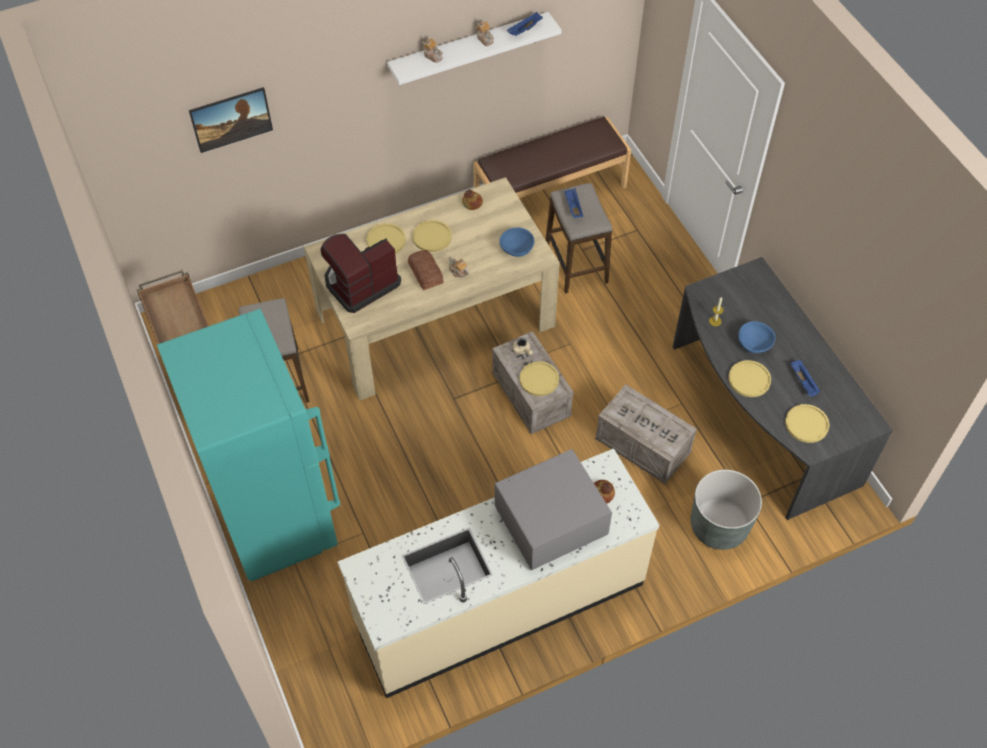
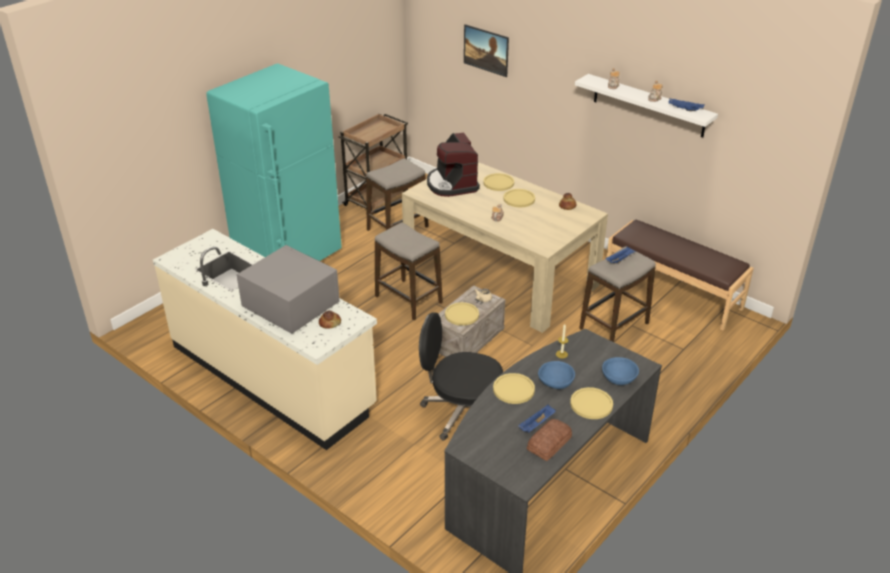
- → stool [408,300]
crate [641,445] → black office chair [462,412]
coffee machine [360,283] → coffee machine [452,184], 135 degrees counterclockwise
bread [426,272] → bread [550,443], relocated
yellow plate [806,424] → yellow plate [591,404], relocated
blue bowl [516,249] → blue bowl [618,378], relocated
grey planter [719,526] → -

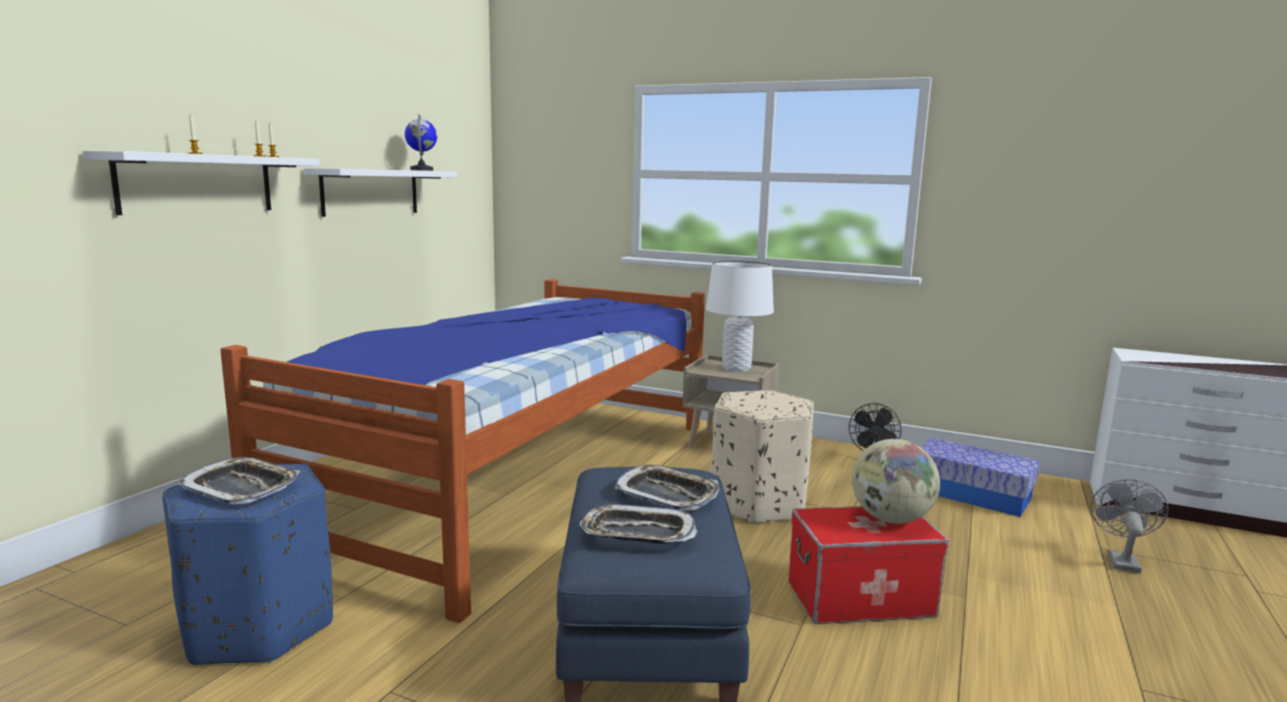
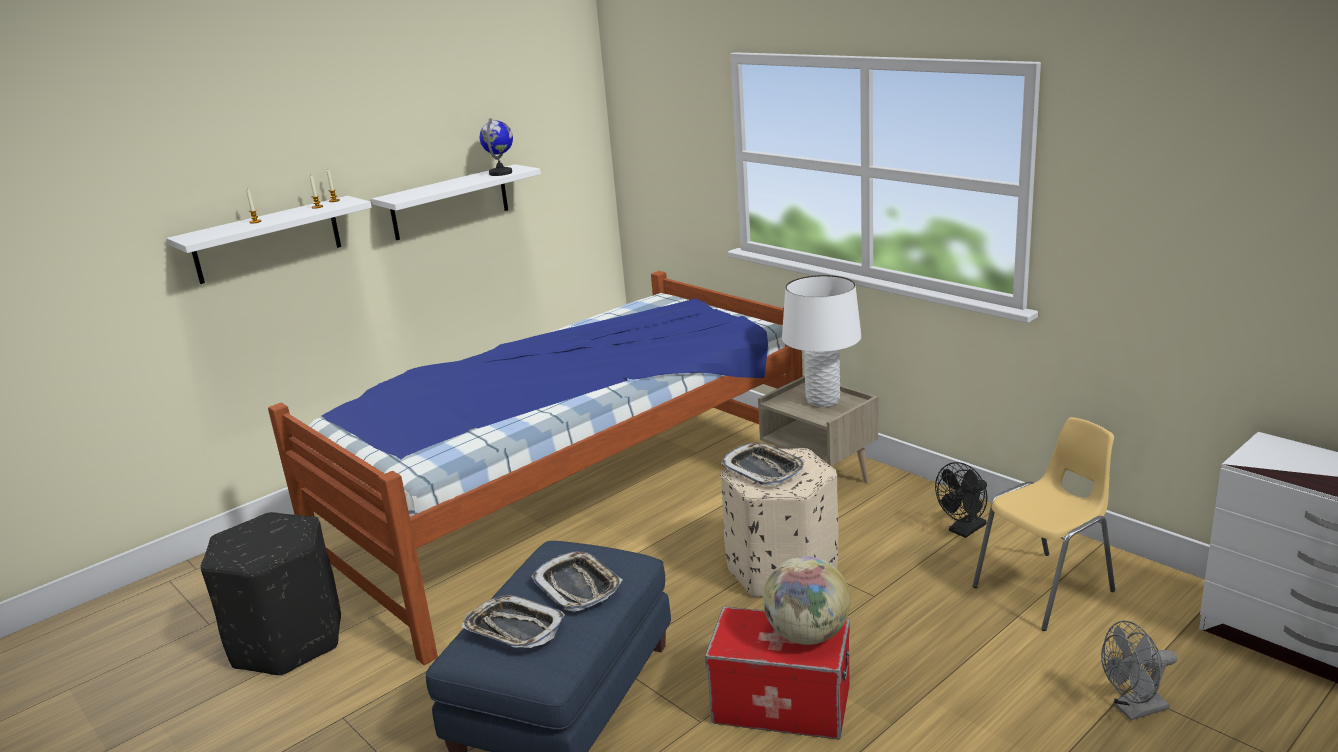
blue ottoman [259,626] → black ottoman [288,641]
tray [241,488] → tray [763,469], relocated
storage box [971,494] → yellow chair [1045,589]
grey fan [1120,560] → grey fan [1134,710], 150 degrees counterclockwise

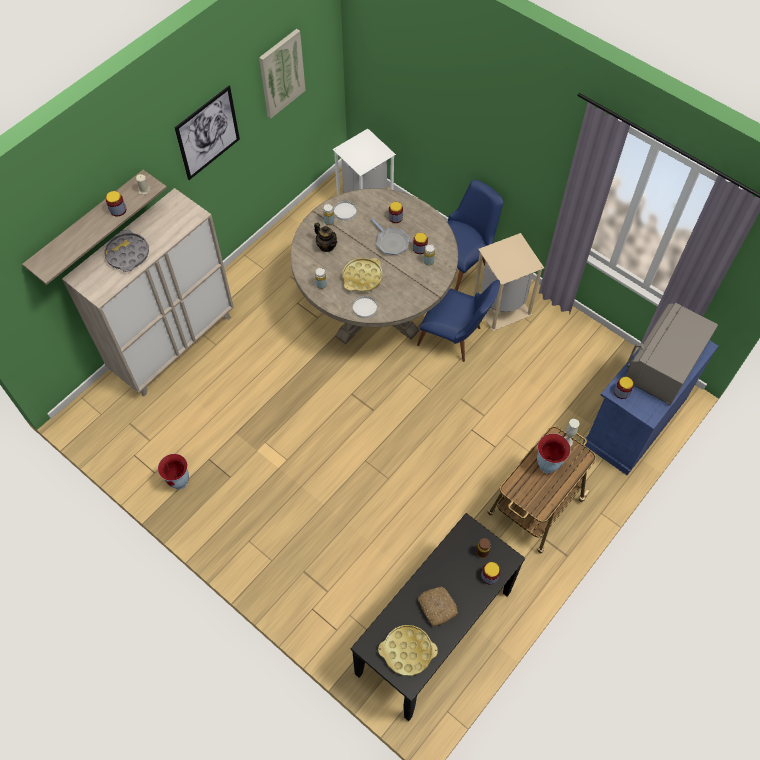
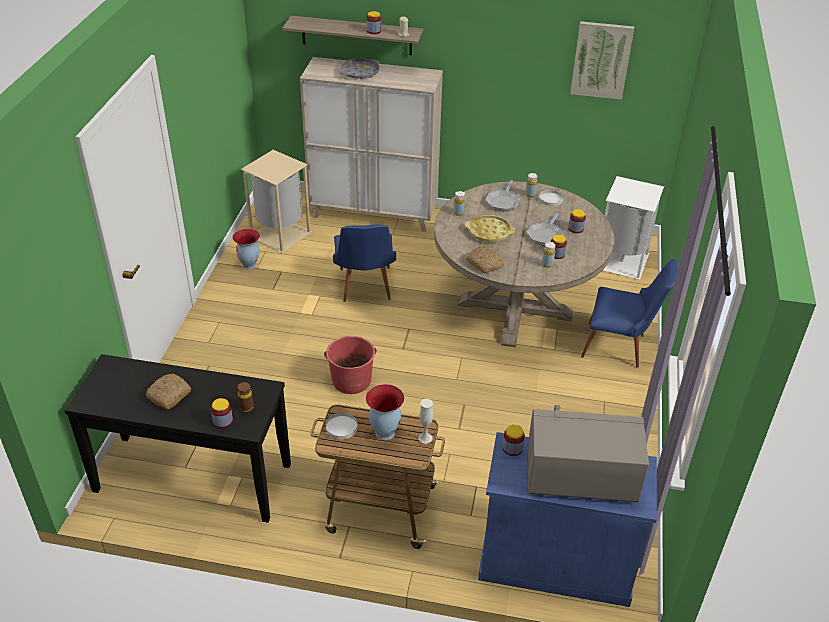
beige trash can [500,306] → beige trash can [280,233], relocated
- → red bucket [351,380]
white plate [364,308] → white plate [341,427], relocated
blue chair [455,339] → blue chair [365,288], relocated
- → bread [485,263]
teapot [326,246] → frying pan [503,202]
picture [208,133] → -
yellow tray [407,651] → -

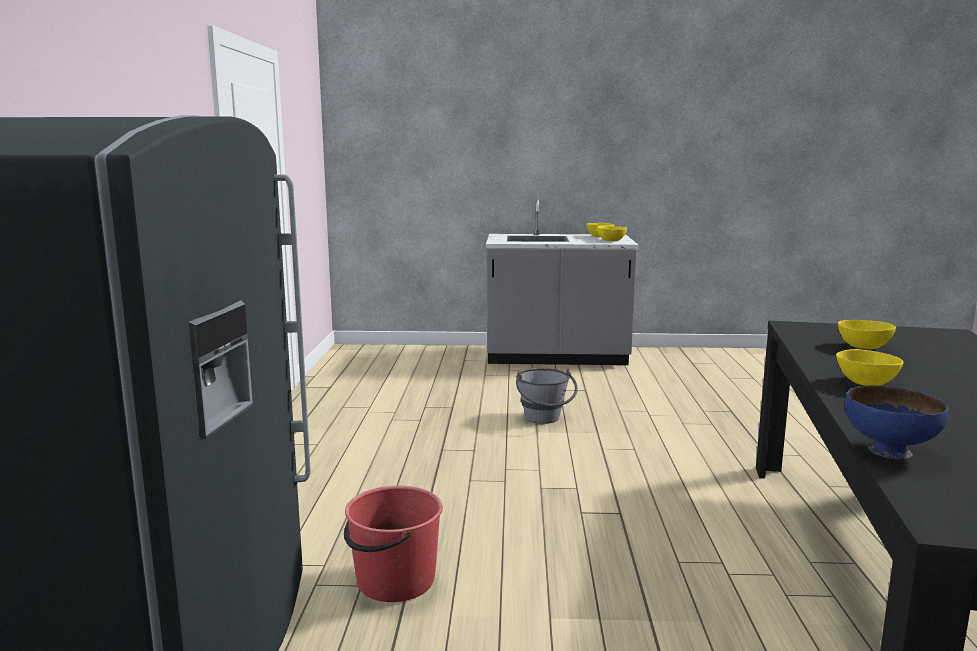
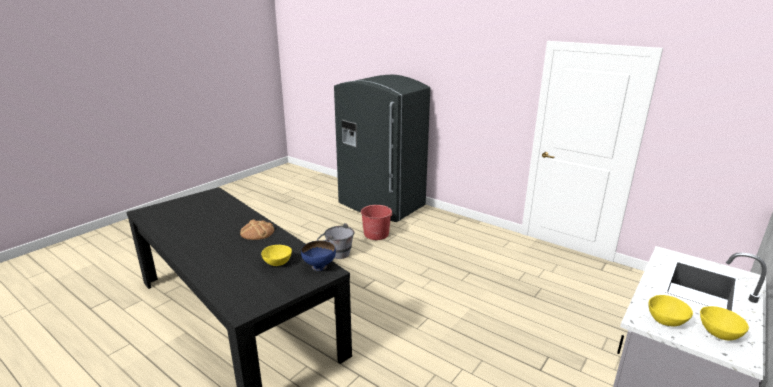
yellow bowl [866,384] → bread [257,232]
blue bowl [888,451] → blue bowl [319,266], relocated
grey bucket [544,420] → grey bucket [336,253], relocated

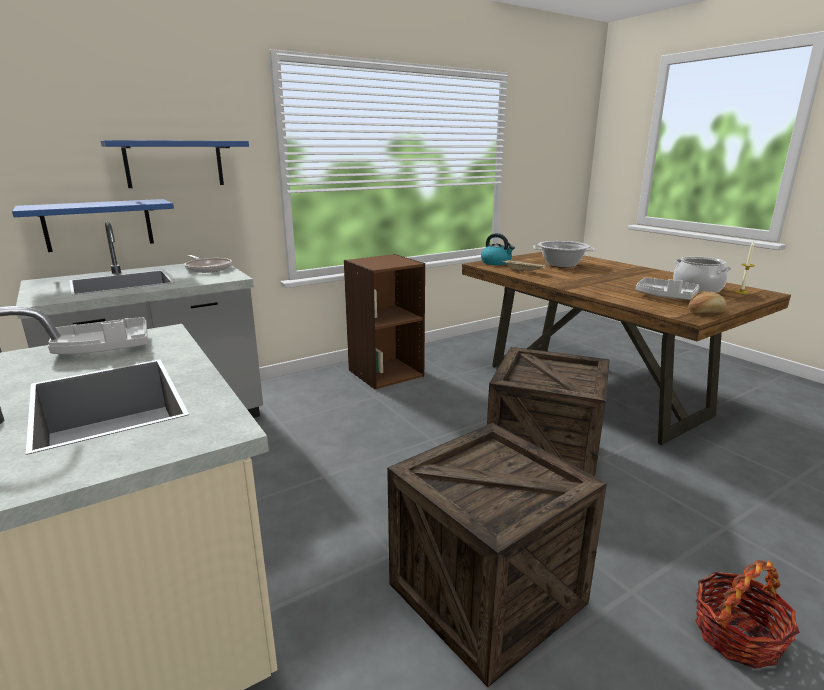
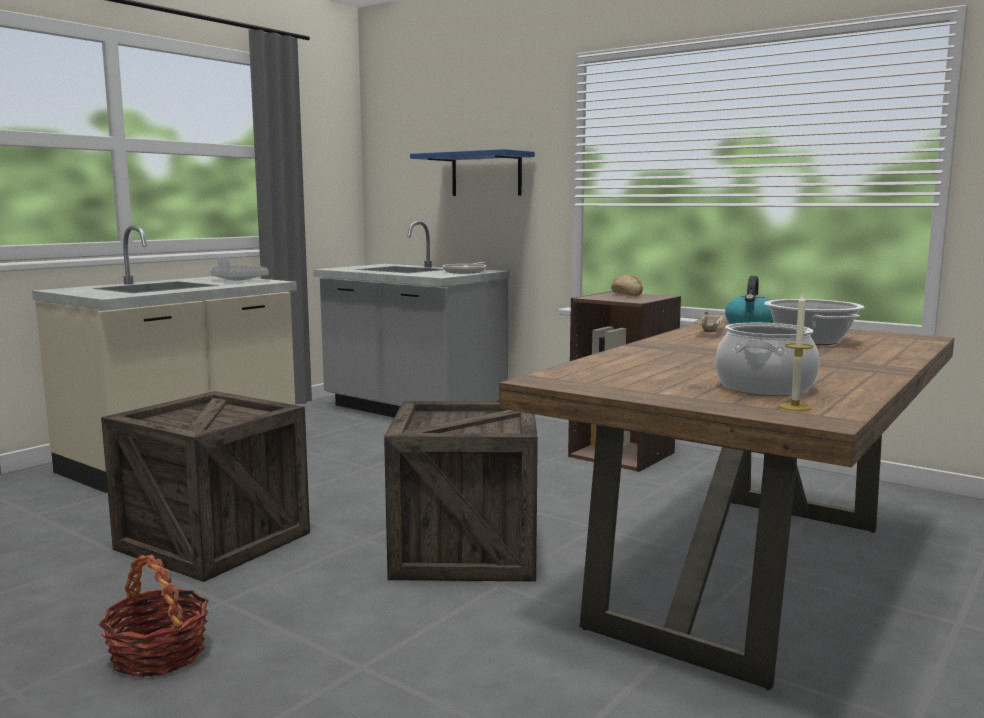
bread [705,312] → bread [627,295], relocated
blue shelf [98,225] → -
grey tray [665,296] → -

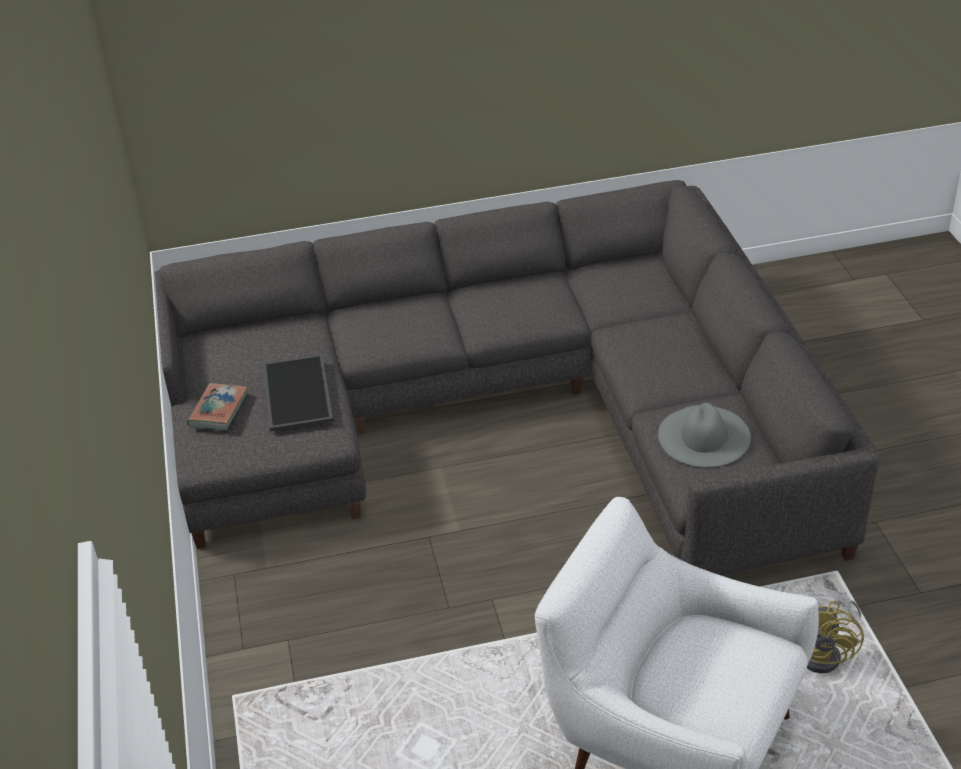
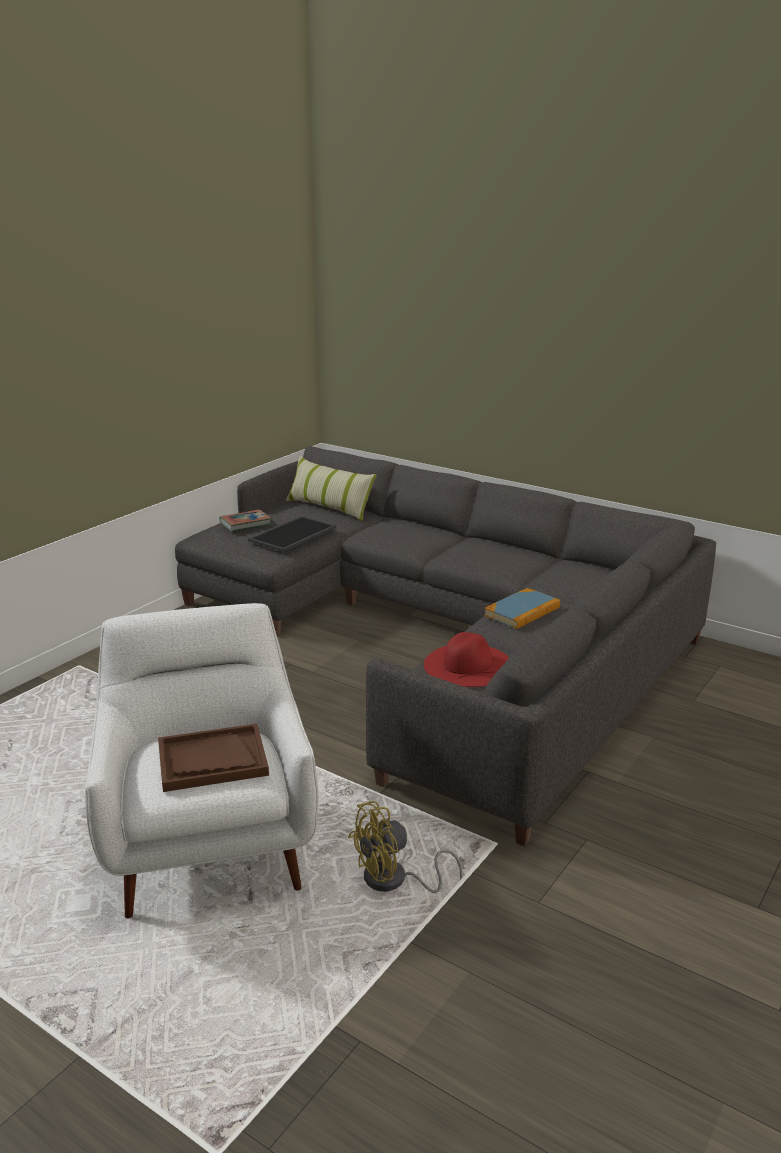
- → brown tray [212,760]
- → pillow [329,508]
grey hat [704,436] → red hat [468,665]
- → book [522,612]

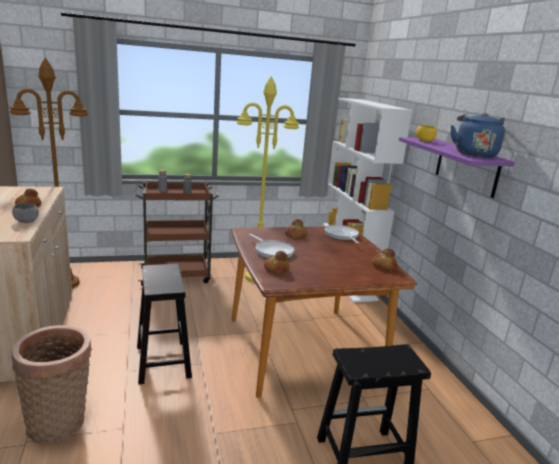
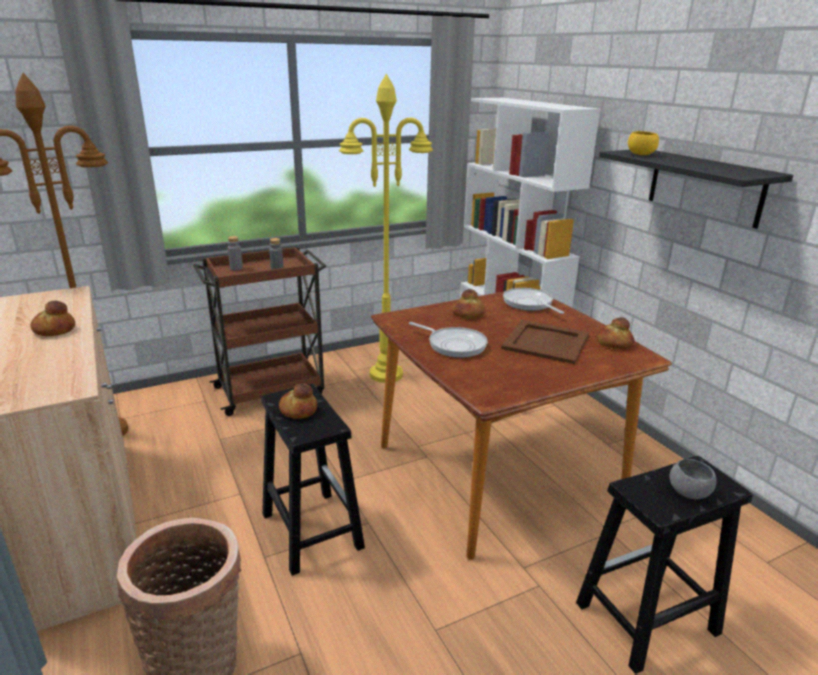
bread [276,269] → bread [298,410], relocated
- → brown tray [546,342]
purple shelf [466,167] → black shelf [704,187]
grey bowl [26,221] → grey bowl [689,493], relocated
blue kettle [474,154] → -

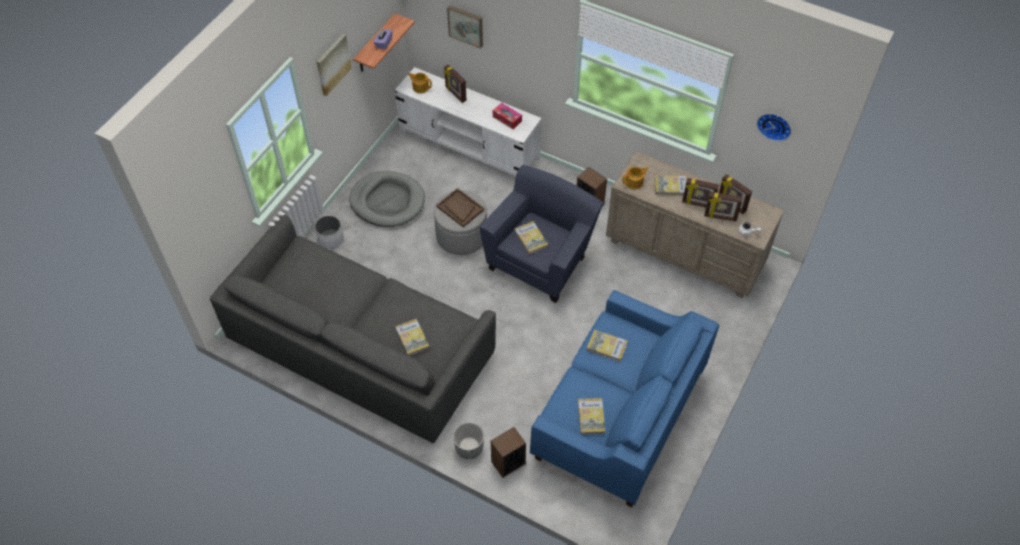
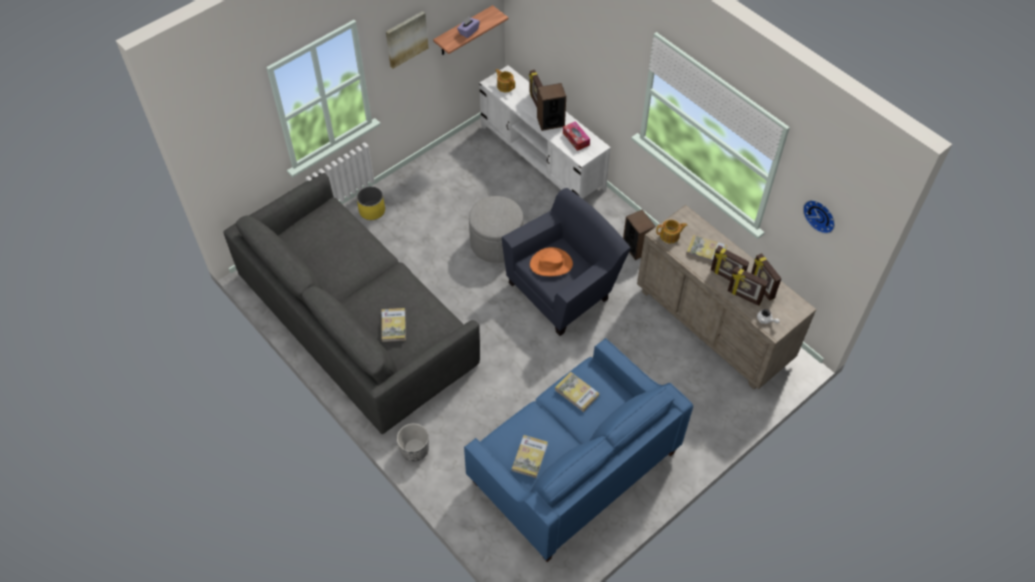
white planter [331,239] → yellow planter [372,210]
book [531,239] → orange hat [551,264]
speaker [508,462] → speaker [550,122], relocated
grey dog bed [387,201] → -
brown tray [460,208] → -
picture [466,25] → -

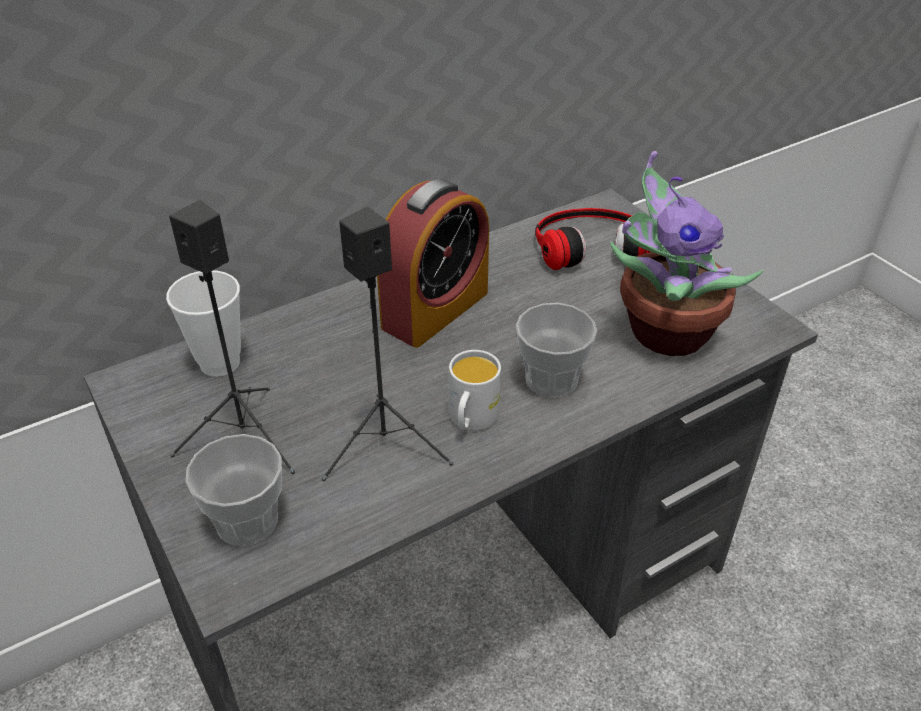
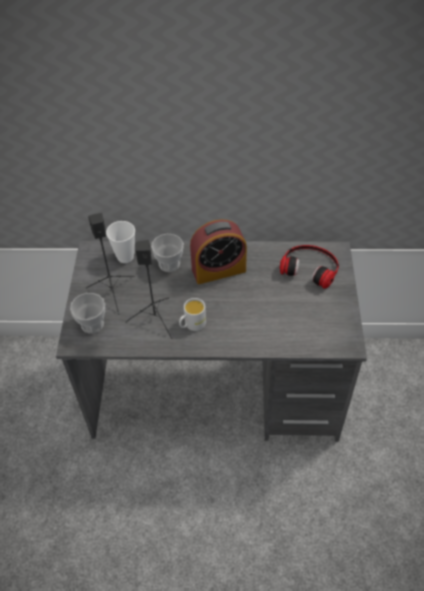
cup [551,379] → cup [169,264], relocated
potted plant [663,332] → -

